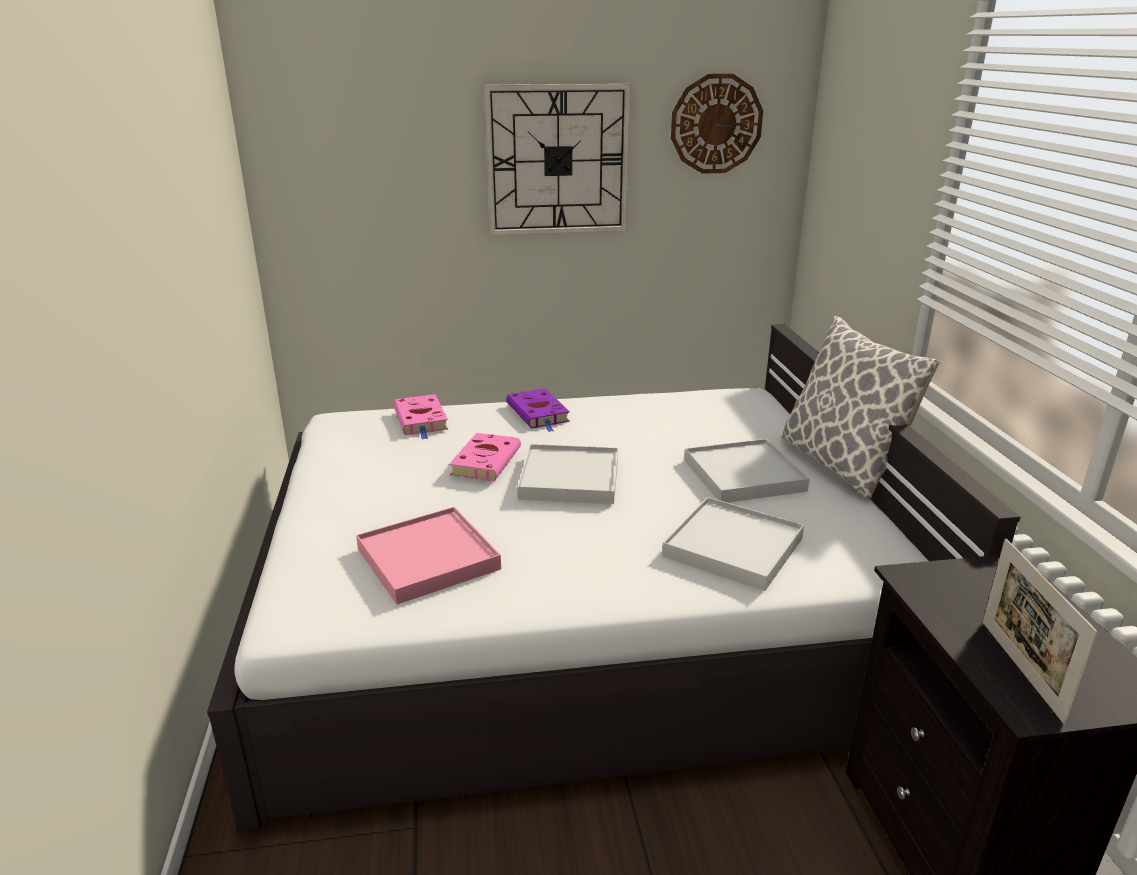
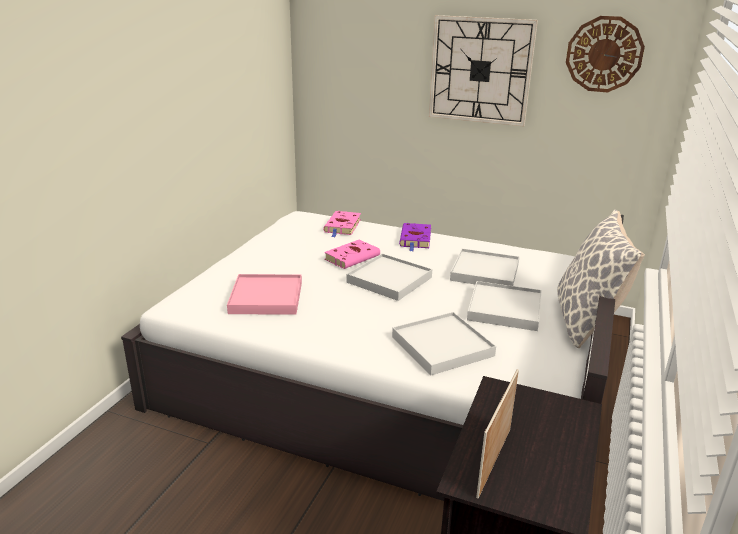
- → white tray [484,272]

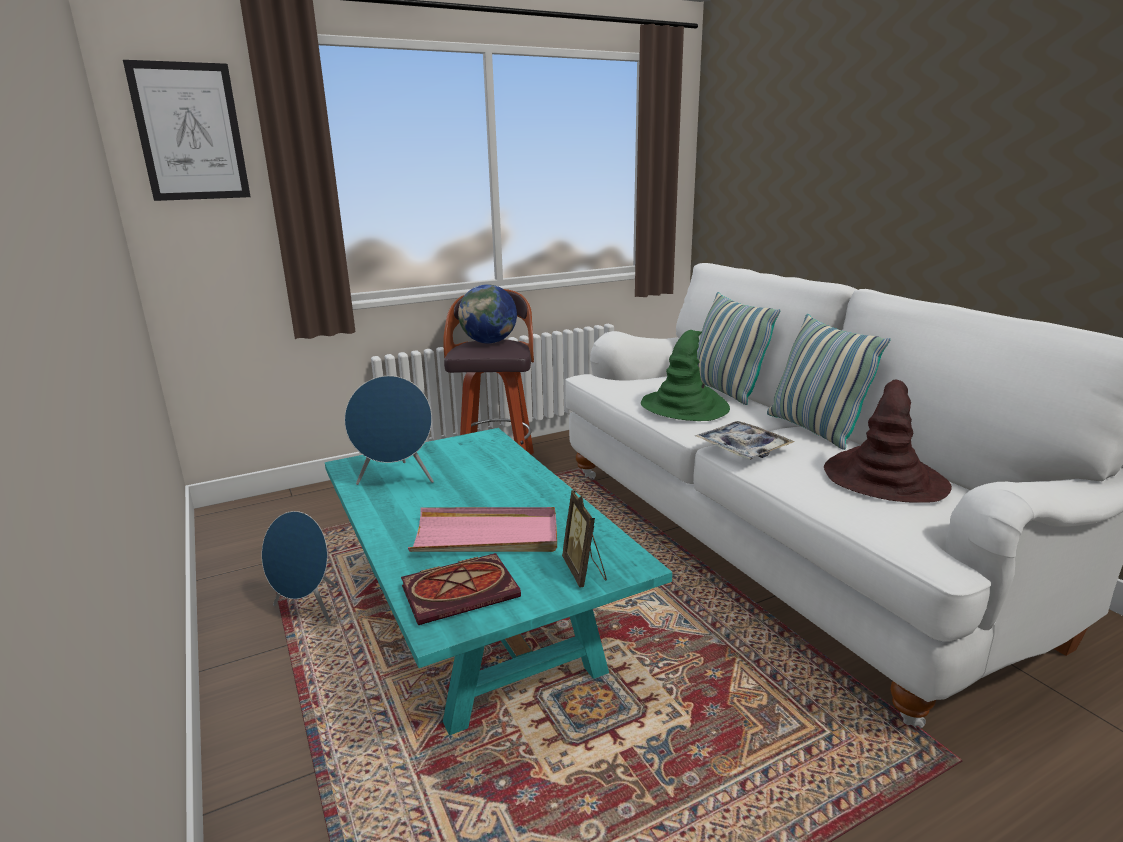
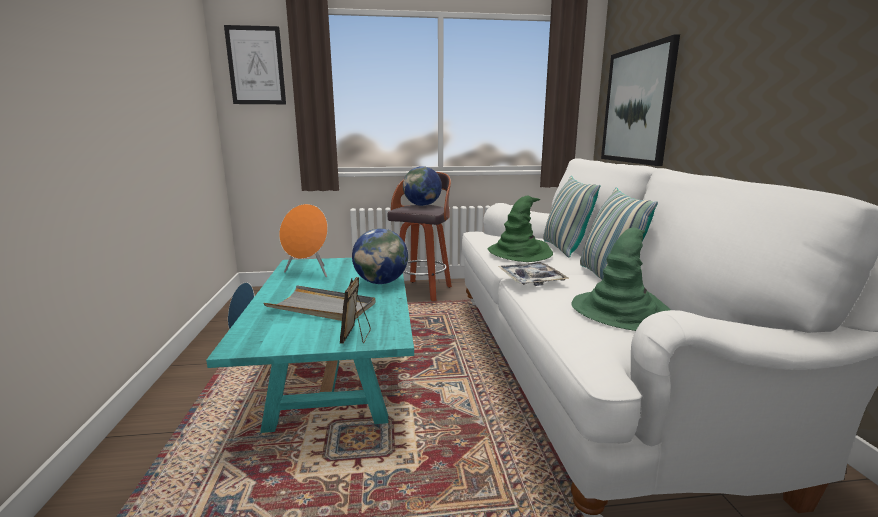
pink tray [486,536] → grey tray [322,307]
blue speaker [397,480] → orange speaker [308,273]
- → globe [381,282]
brown hat [884,479] → green hat [622,312]
- → picture [637,106]
book [462,590] → -

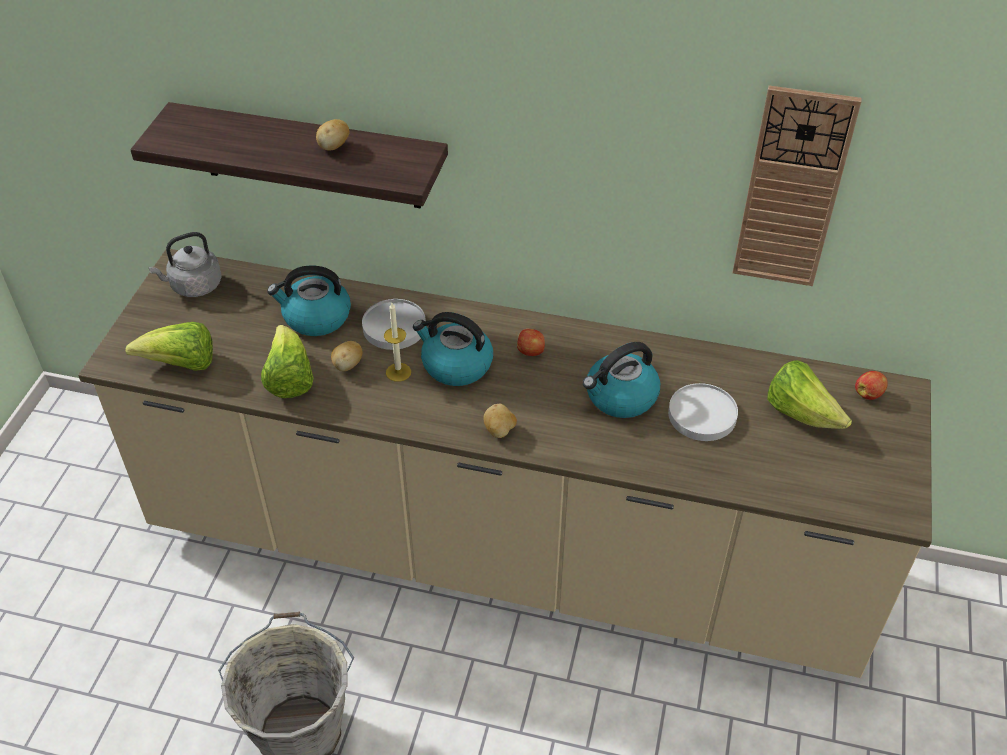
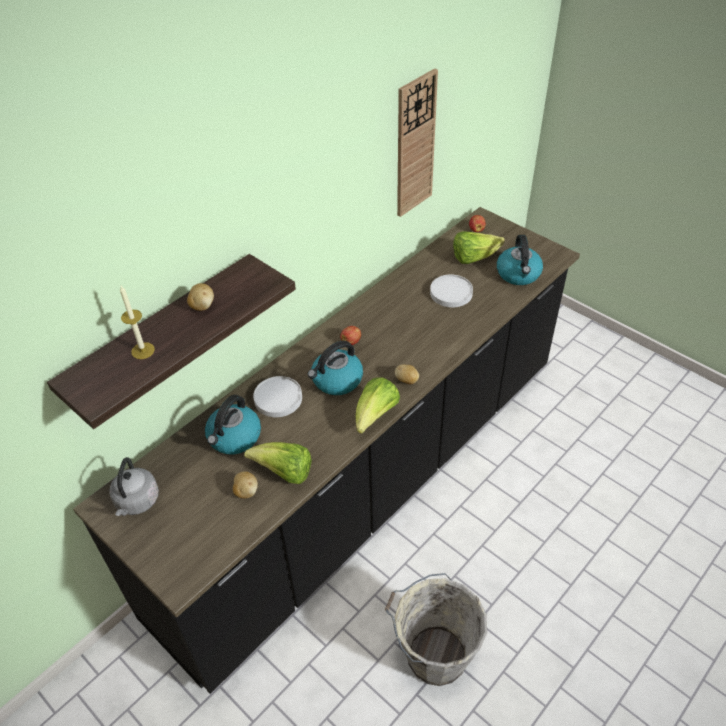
beige counter [503,553] → black counter [367,485]
candle [398,372] → candle [143,350], relocated
potato [348,365] → potato [246,491], relocated
lettuce [181,364] → lettuce [375,416], relocated
kettle [620,397] → kettle [518,274], relocated

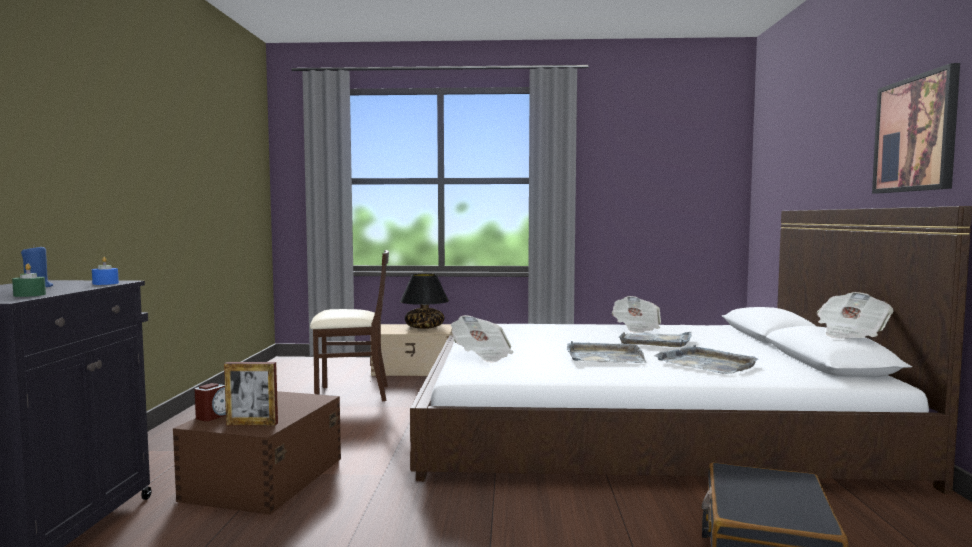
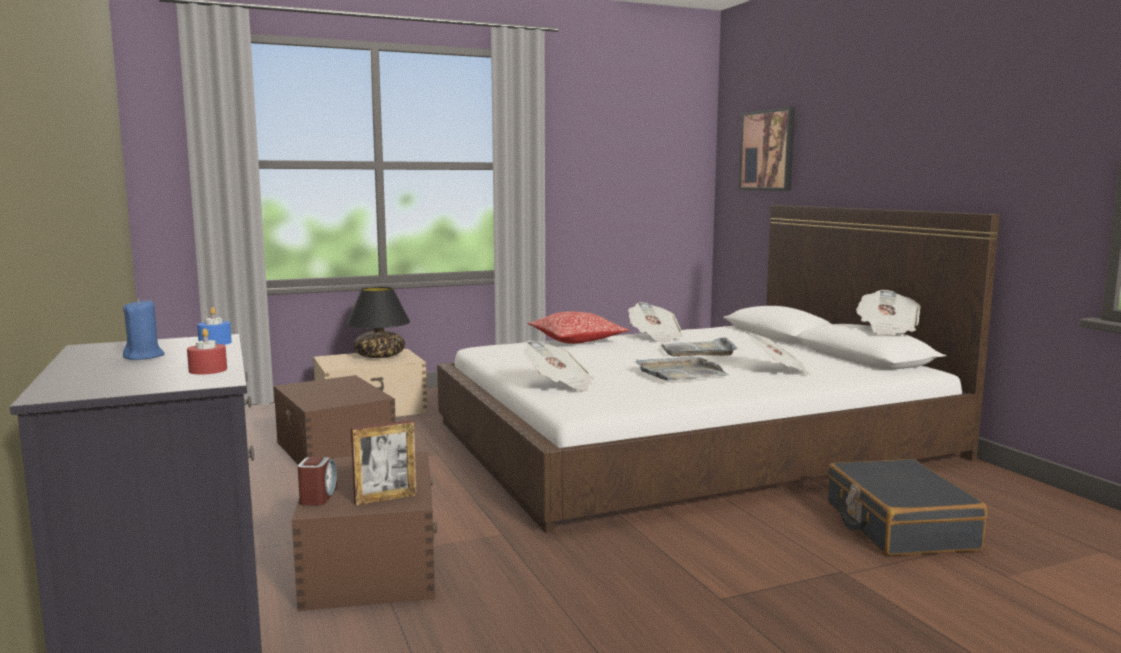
green candle [29,295] → red candle [208,370]
beige chair [351,394] → brown storage box [335,451]
- → pillow [576,340]
picture [916,134] → picture [767,150], relocated
grey tray [706,364] → newspaper [777,370]

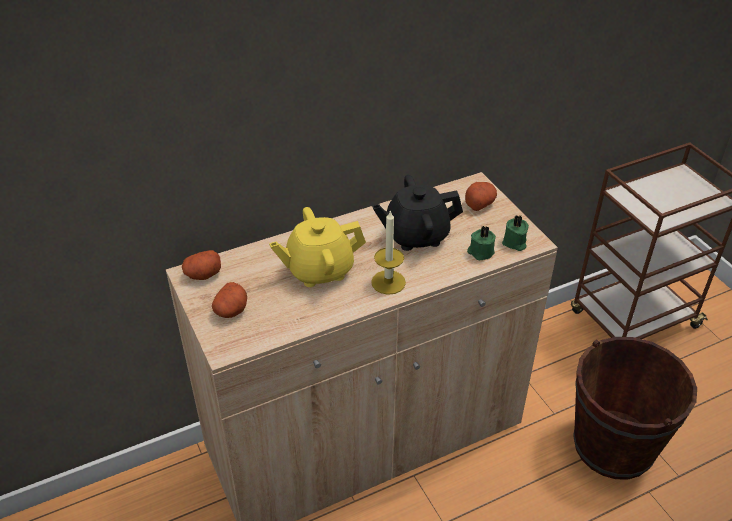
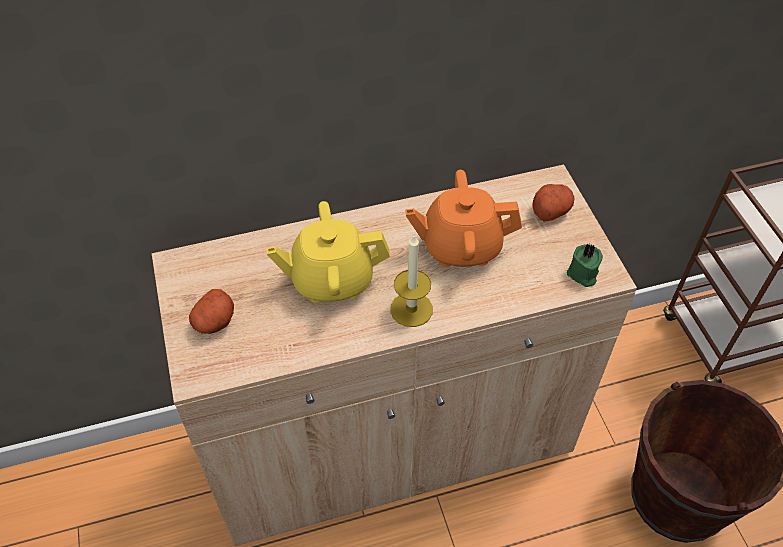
black teapot [416,235] → orange teapot [460,246]
potato [203,274] → -
green candle [480,252] → -

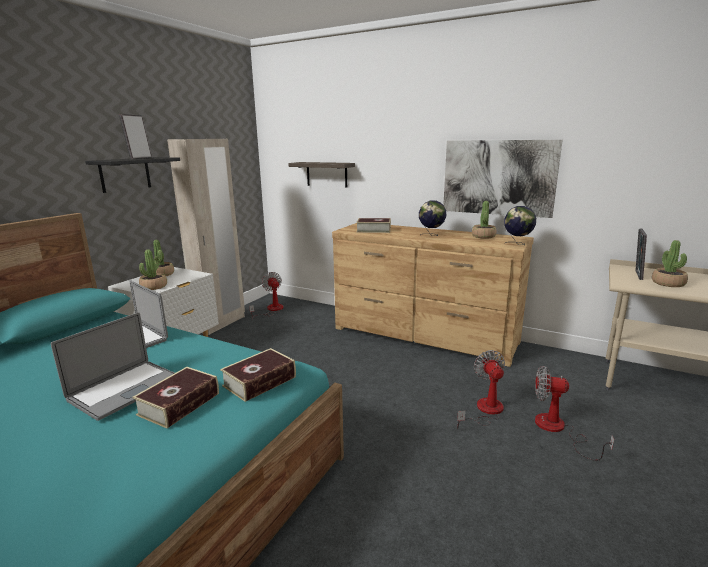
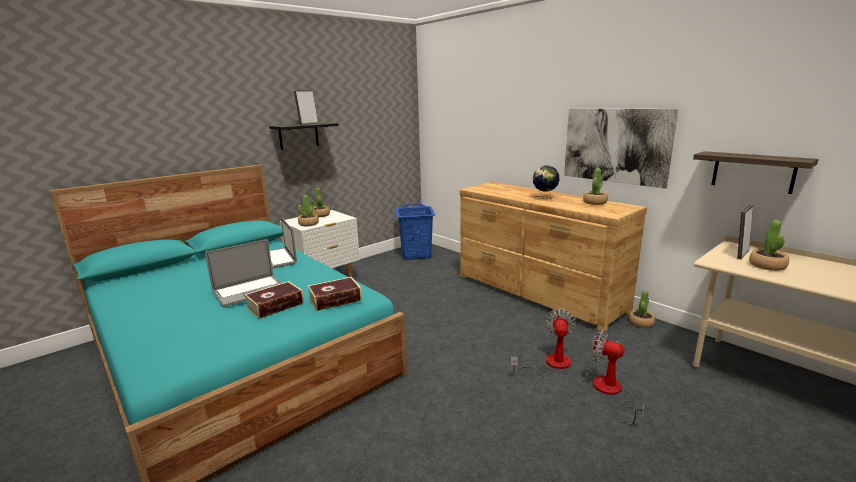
fan [271,310] → blue laundry basket [416,254]
- → potted plant [641,323]
shelf [326,174] → shelf [753,172], relocated
beige wardrobe [220,323] → -
book [373,230] → -
globe [517,244] → -

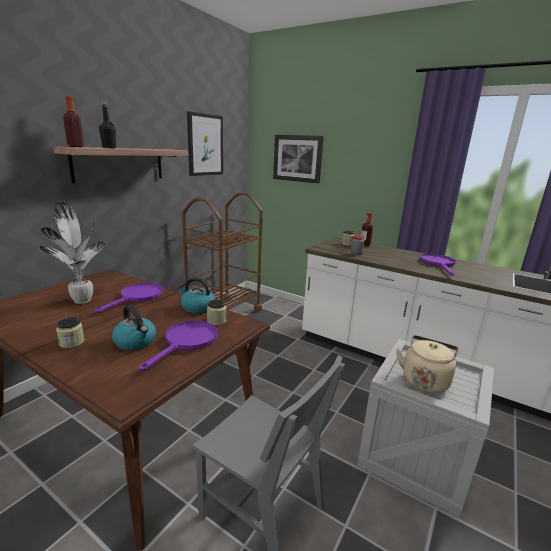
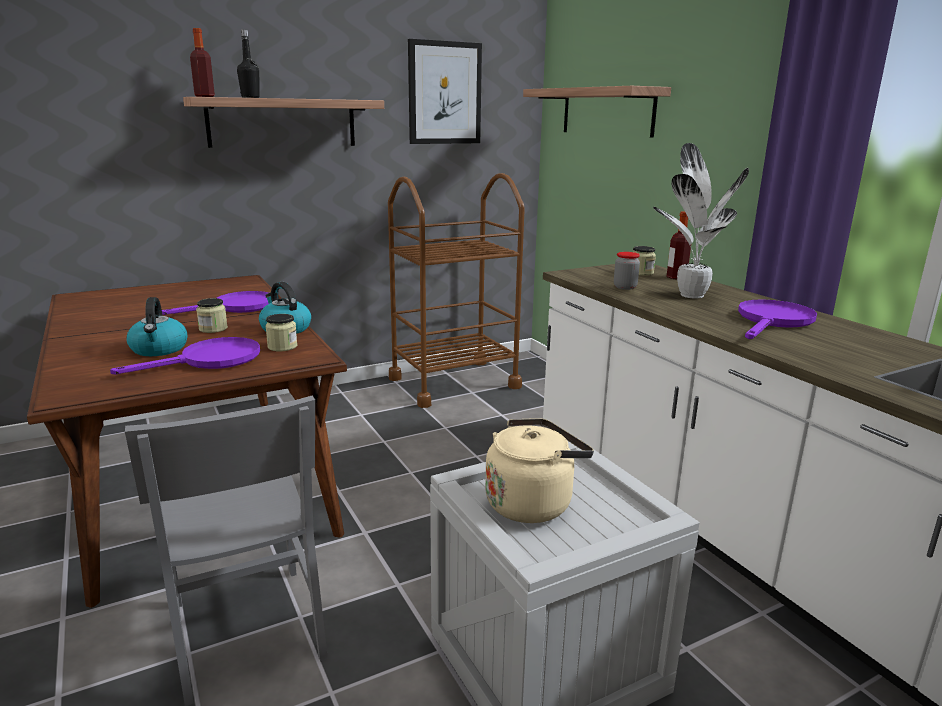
jar [72,342] → jar [213,329], relocated
picture [297,158] → shelf [607,111]
potted plant [82,300] → potted plant [690,294], relocated

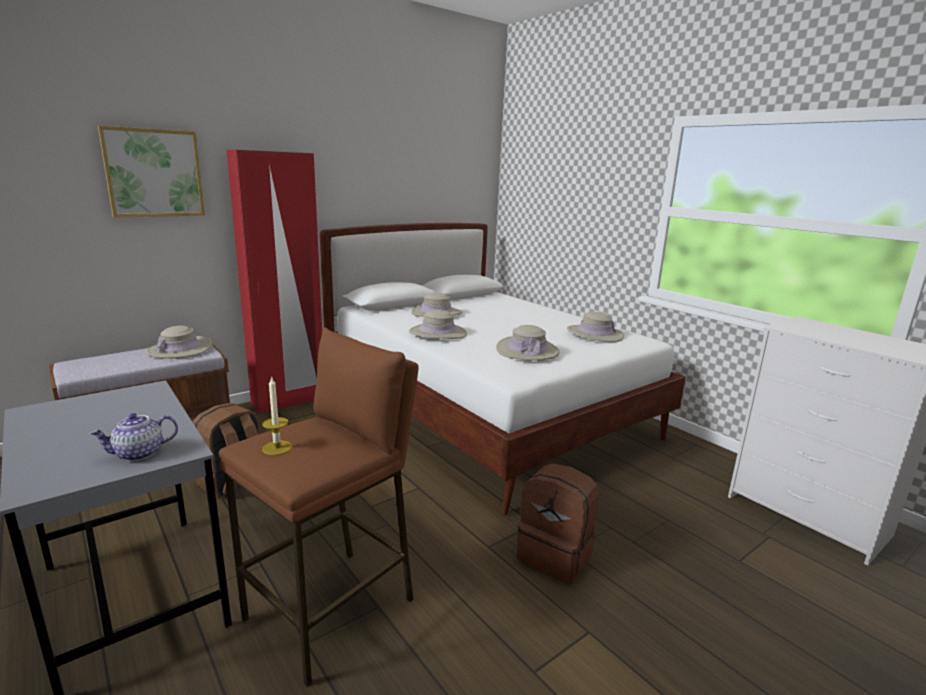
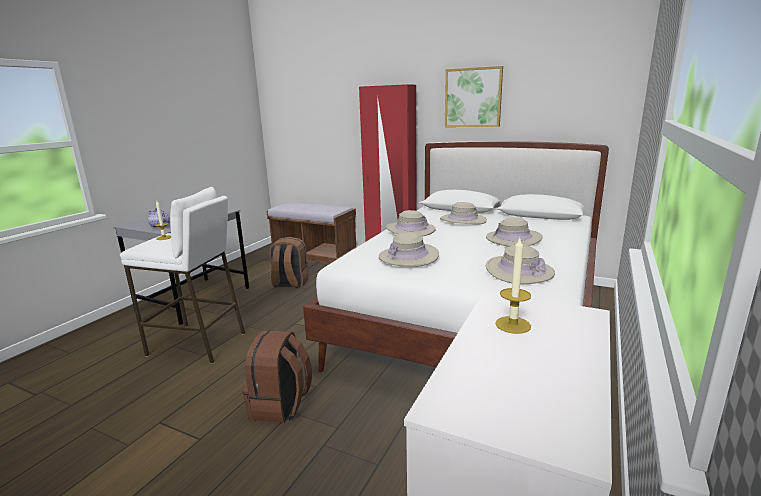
brown stool [332,610] → white stool [197,344]
picture [154,173] → picture [473,97], relocated
beige hat [180,349] → beige hat [513,239], relocated
- → candle [513,325]

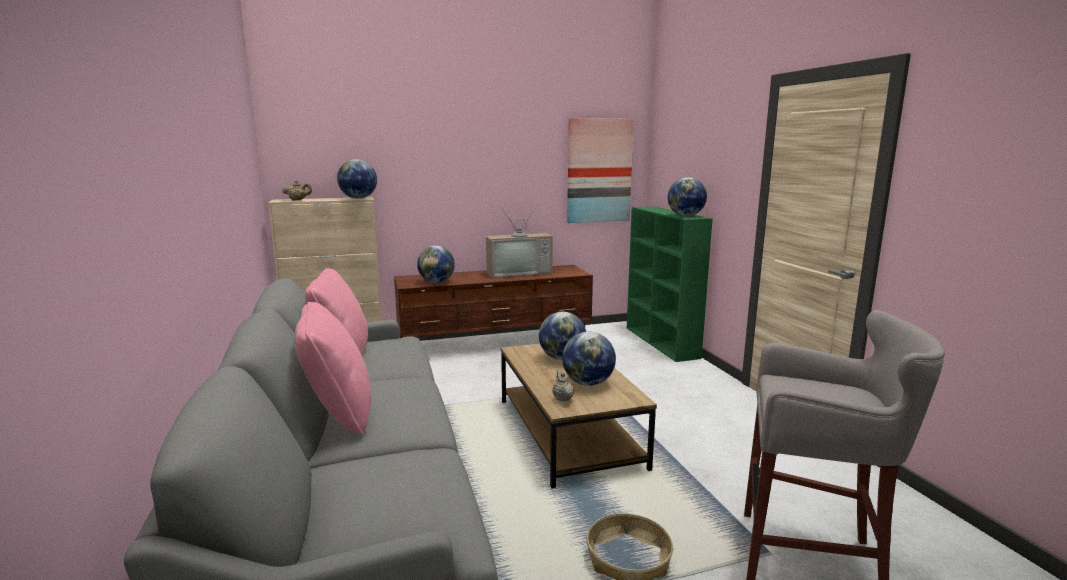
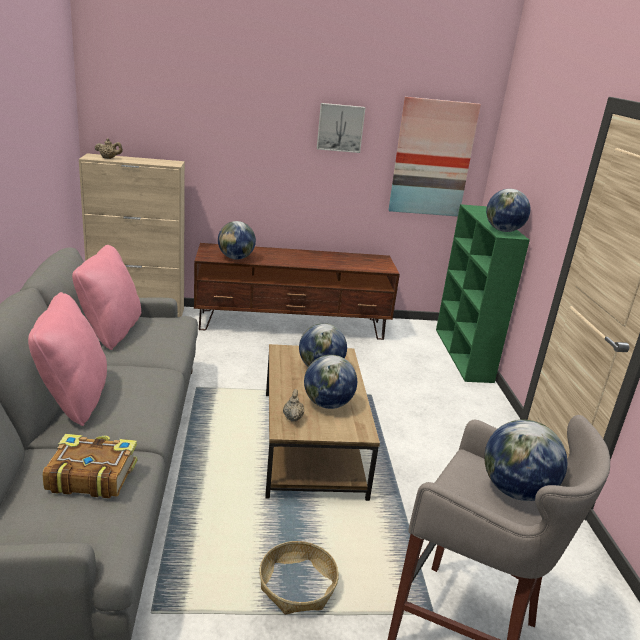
- → book [91,475]
- → picture [340,127]
globe [358,198] → globe [515,491], relocated
television [518,272] → -

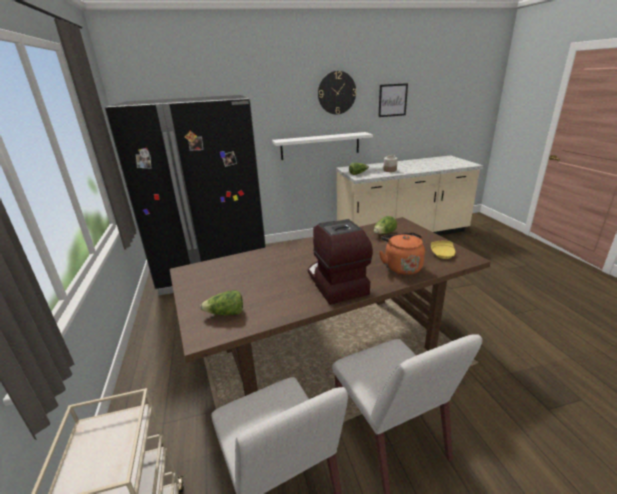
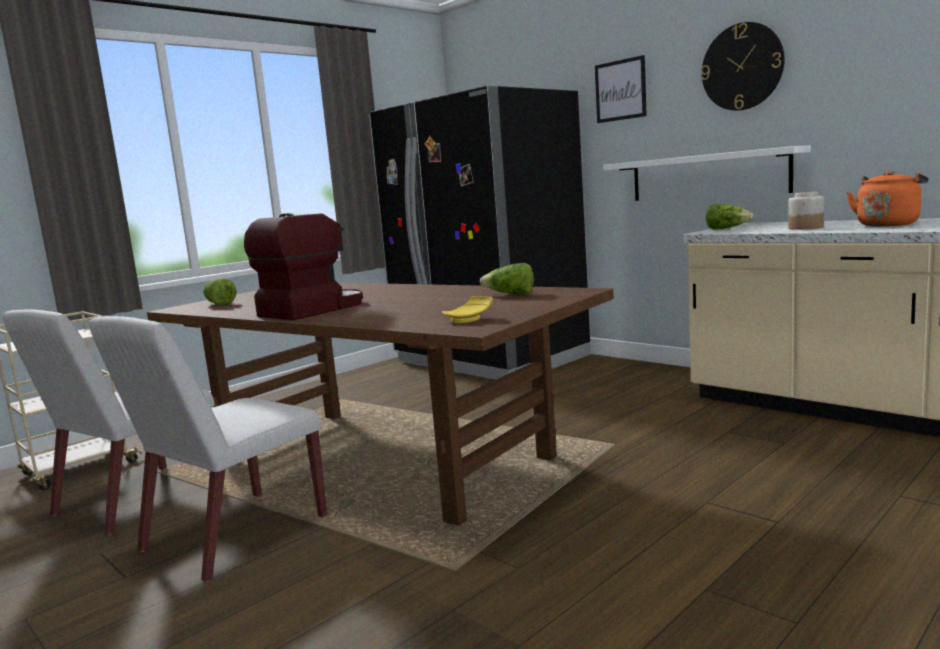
picture [392,100] → picture [620,90], relocated
orange kettle [401,267] → orange kettle [888,224], relocated

